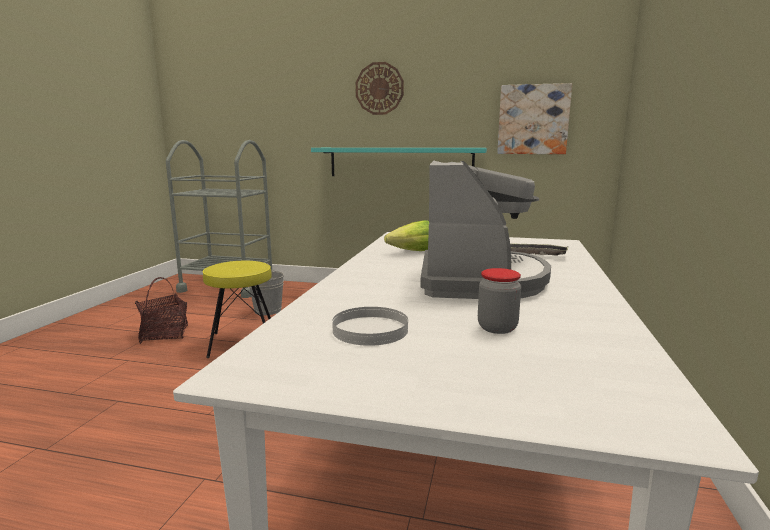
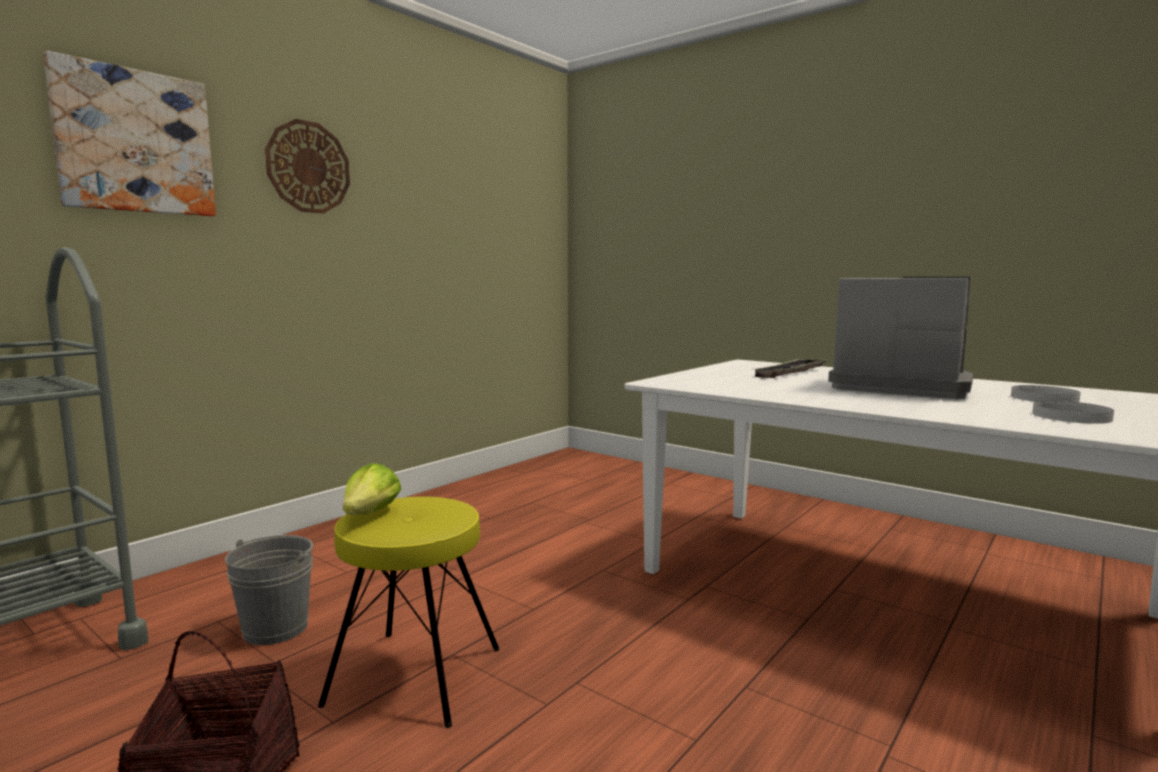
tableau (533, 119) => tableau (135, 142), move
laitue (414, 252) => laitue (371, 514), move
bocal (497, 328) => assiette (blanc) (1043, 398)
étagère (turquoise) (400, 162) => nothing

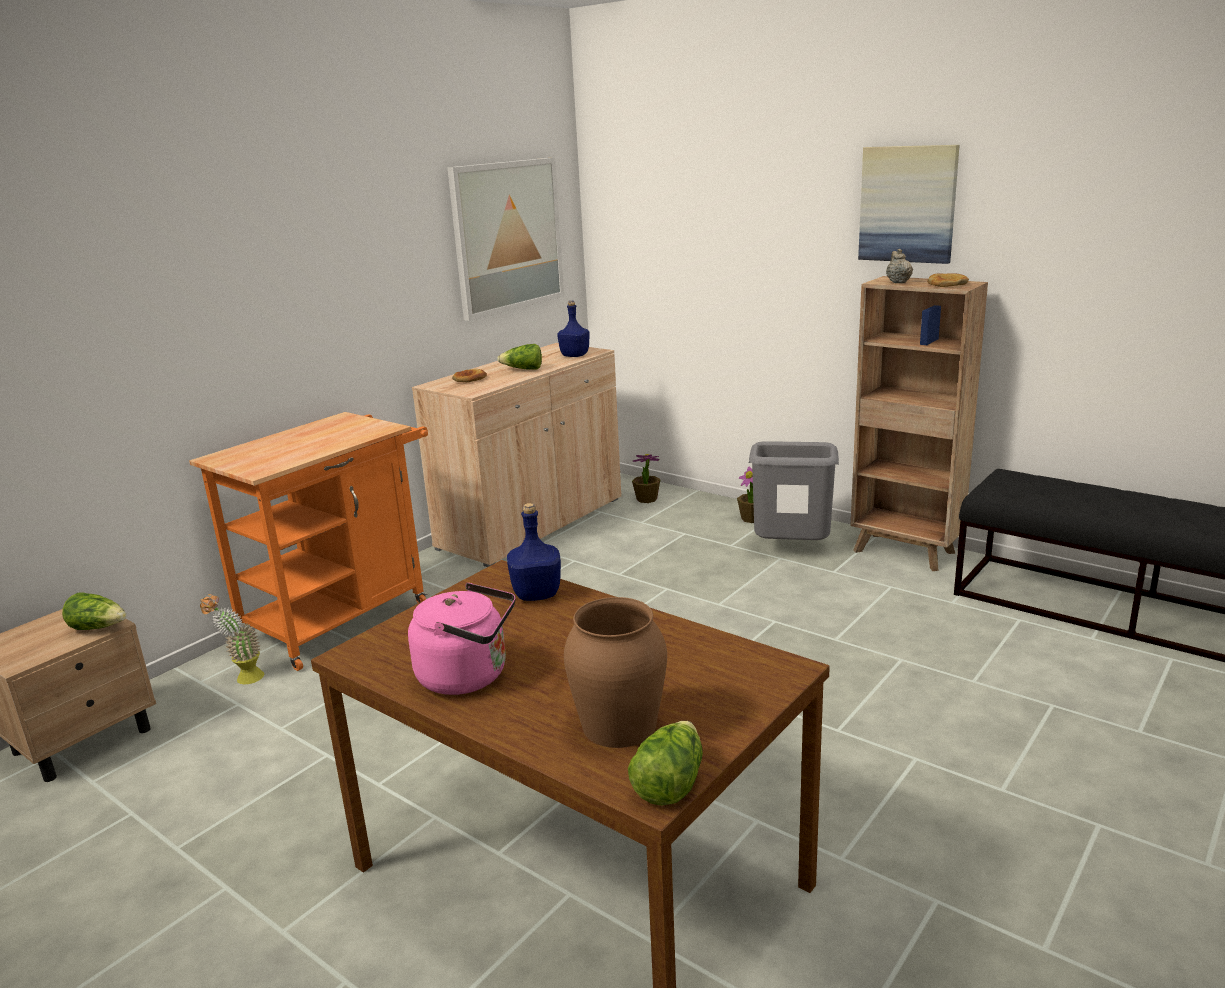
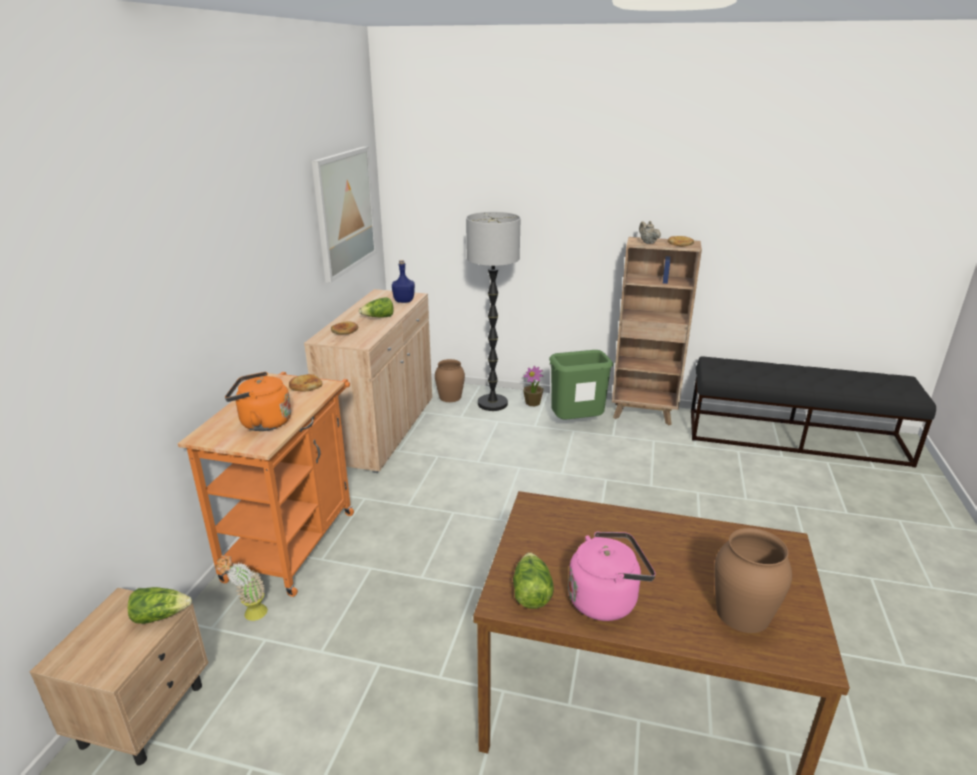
nothing => bouilloire (orange) (262, 423)
nothing => pain (305, 385)
plante en pot (646, 499) => vase (marron) (450, 397)
nothing => lampadaire (492, 403)
laitue (669, 782) => laitue (531, 592), move
poubelle (gris) (792, 551) => poubelle (vert) (576, 424)
bouteille (bleu) (537, 594) => nothing
tableau (908, 204) => nothing

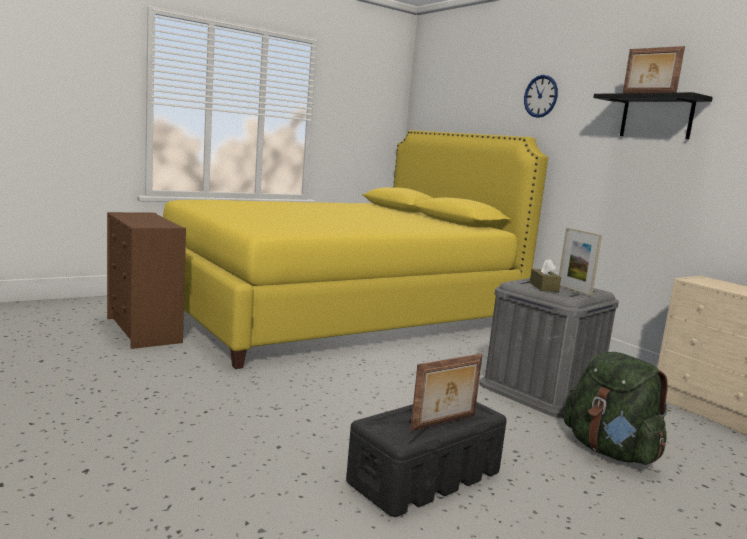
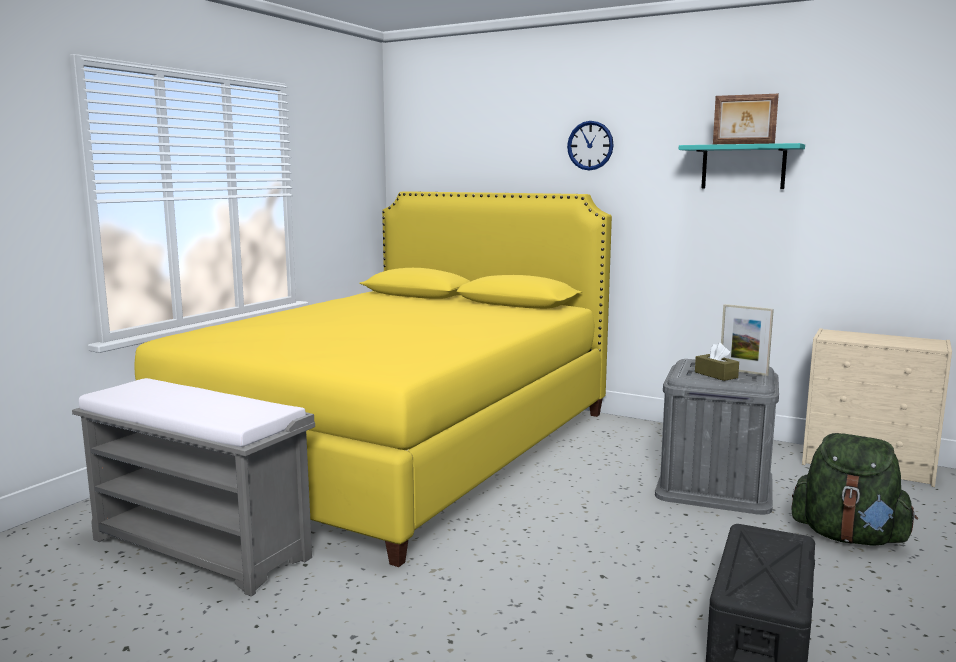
commode (marron) (144, 330) => banc (gris) (202, 548)
étagère (noir) (656, 117) => étagère (turquoise) (743, 167)
cadre photo (444, 423) => nothing

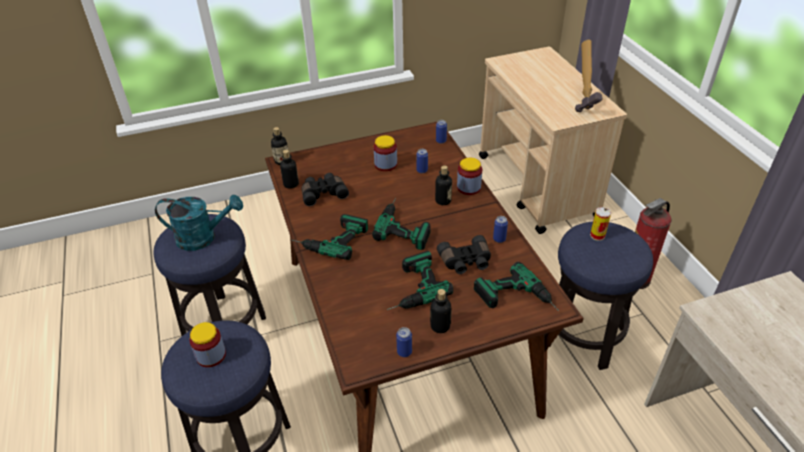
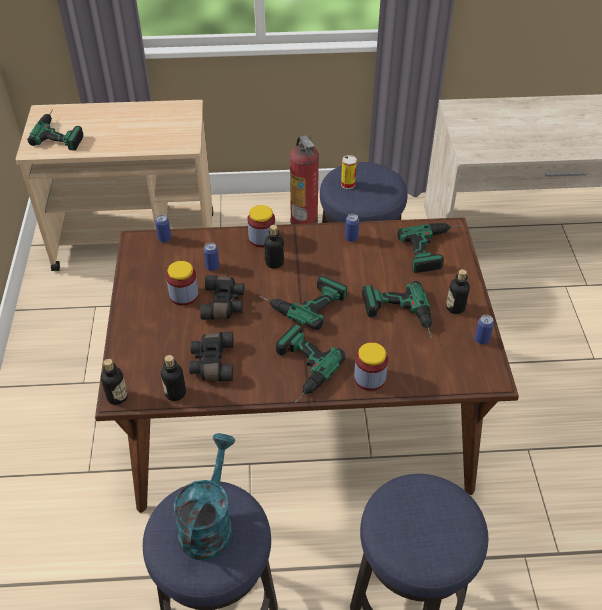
nothing => perceuse (61, 132)
jumelles (noir) (466, 262) => jumelles (noir) (224, 304), move
bocal (211, 355) => bocal (369, 378), move
marteau (585, 101) => nothing

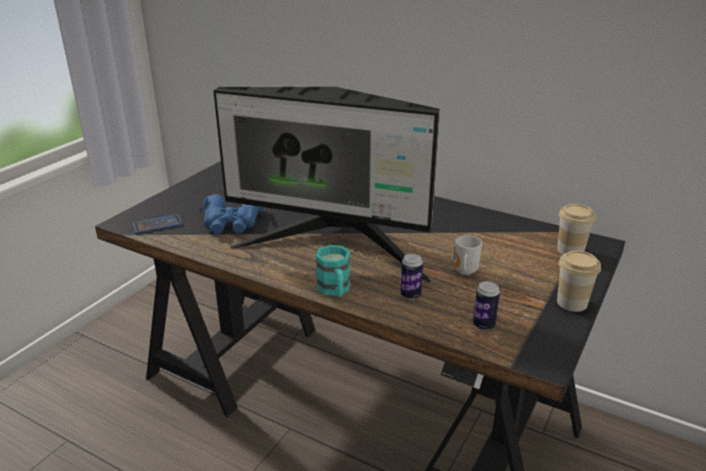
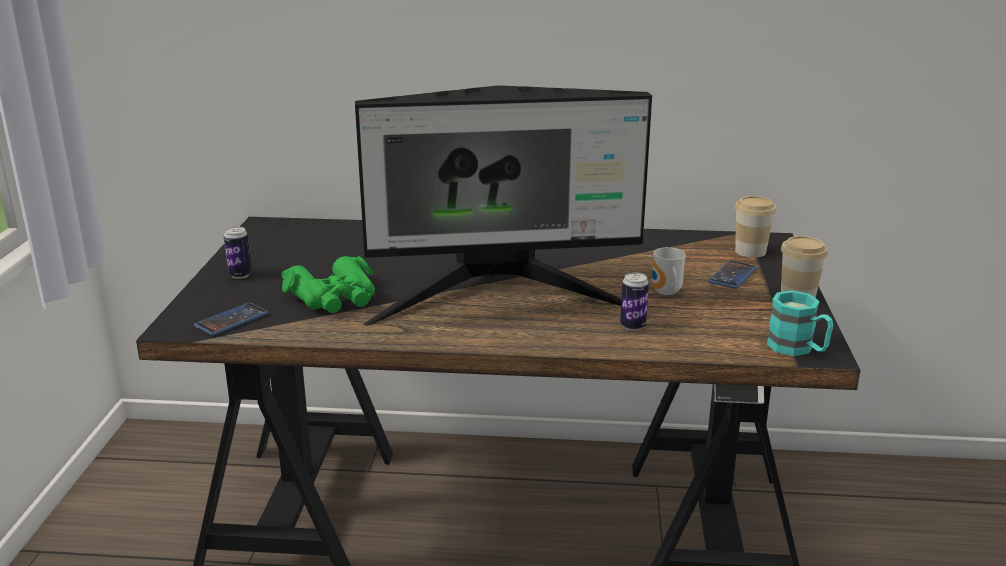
boîte métallique (484, 325) => boîte métallique (240, 275), move
jumelles (bleu) (232, 222) => jumelles (vert) (334, 298)
nothing => téléphone (732, 275)
mug (turquoise) (335, 290) => mug (turquoise) (798, 349), move

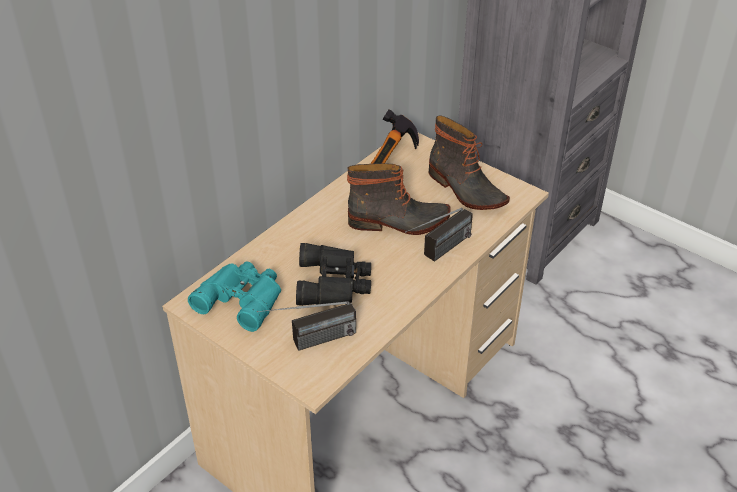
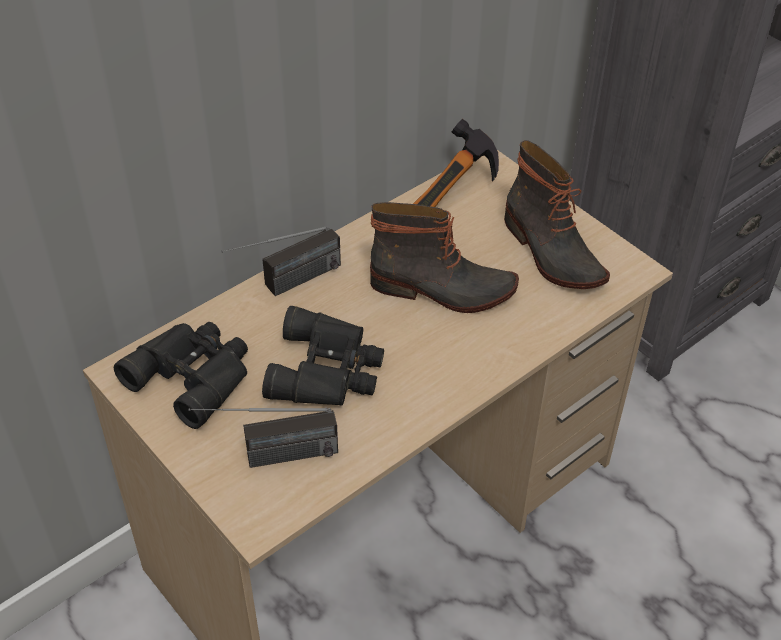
jumelles (turquoise) (242, 298) => jumelles (noir) (194, 374)
radio (438, 253) => radio (286, 285), move

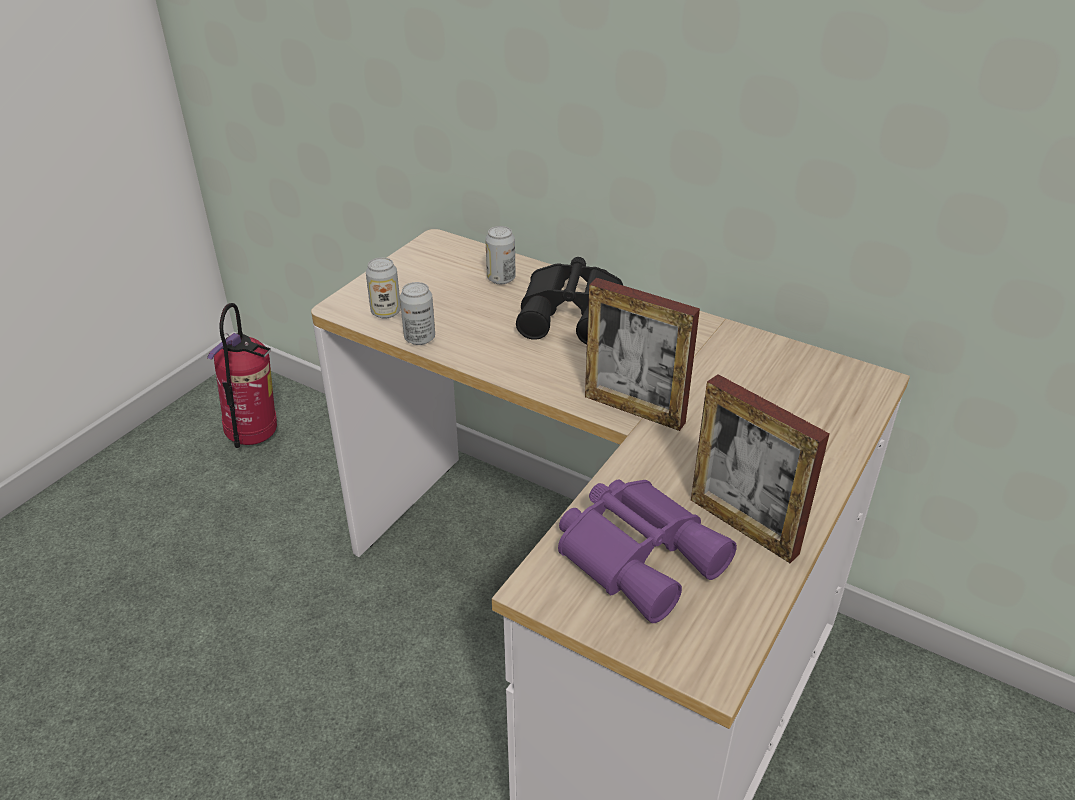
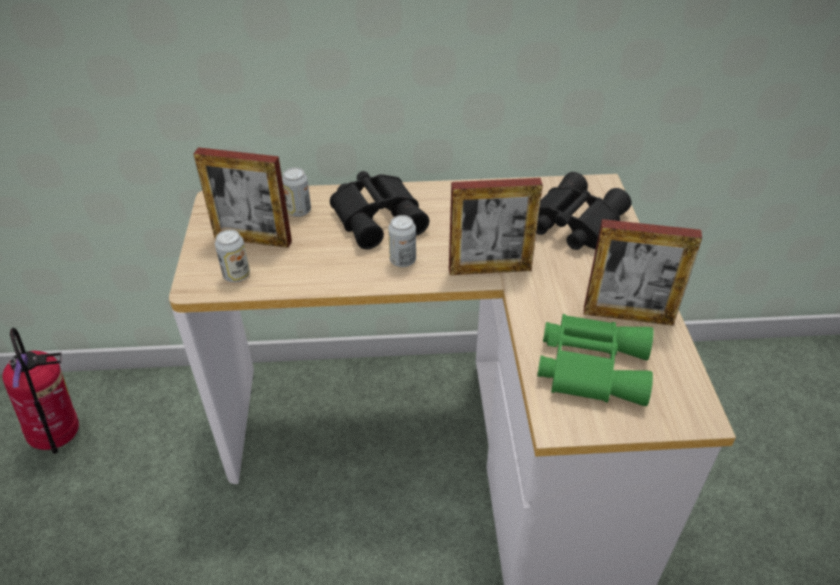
nothing => cadre photo (253, 239)
boîte métallique (419, 338) => boîte métallique (402, 260), move
nothing => jumelles (noir) (573, 222)
jumelles (violet) (640, 553) => jumelles (vert) (591, 365)

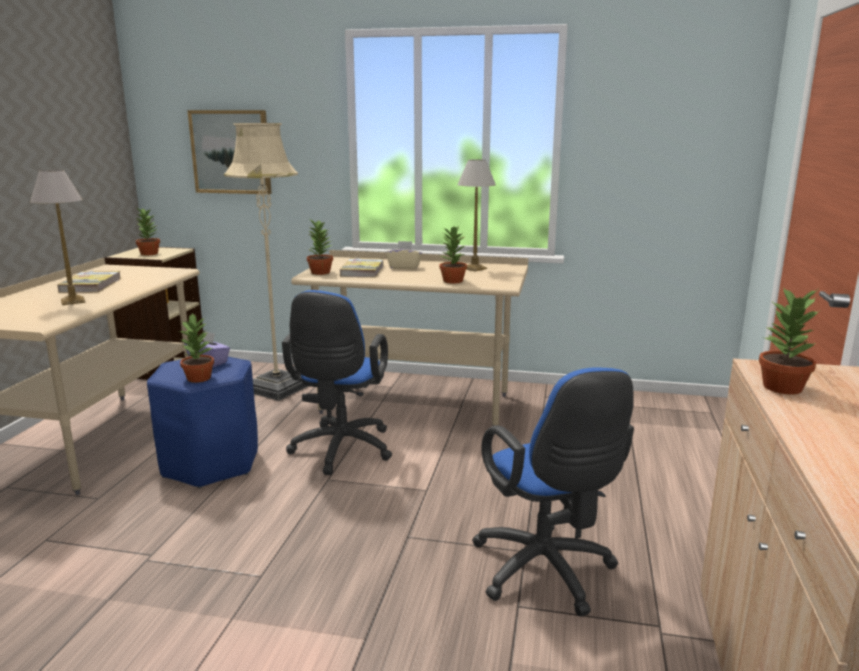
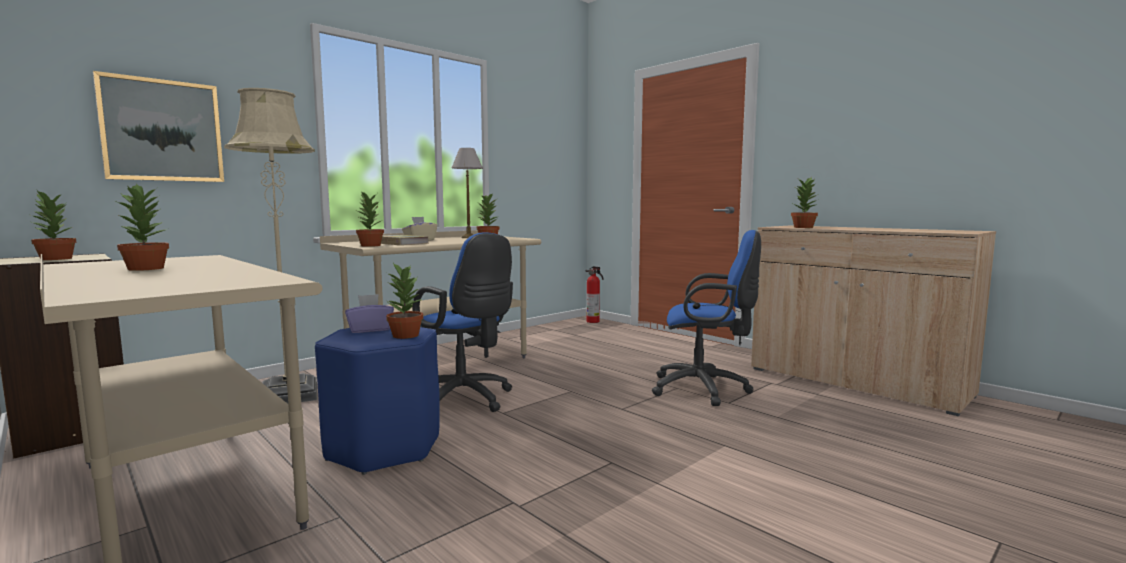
livre (91, 285) => plante en pot (147, 268)
nothing => extincteur (593, 321)
lampe de table (73, 301) => nothing

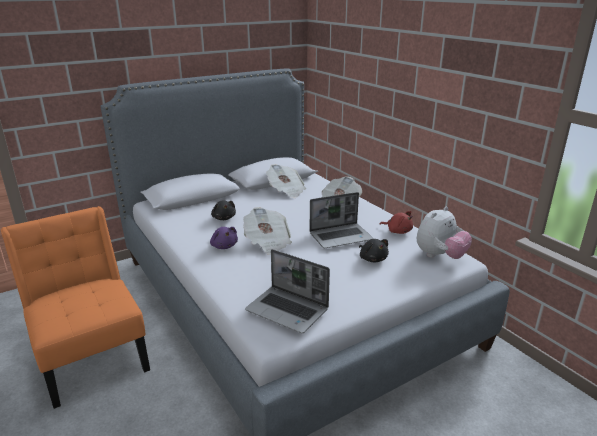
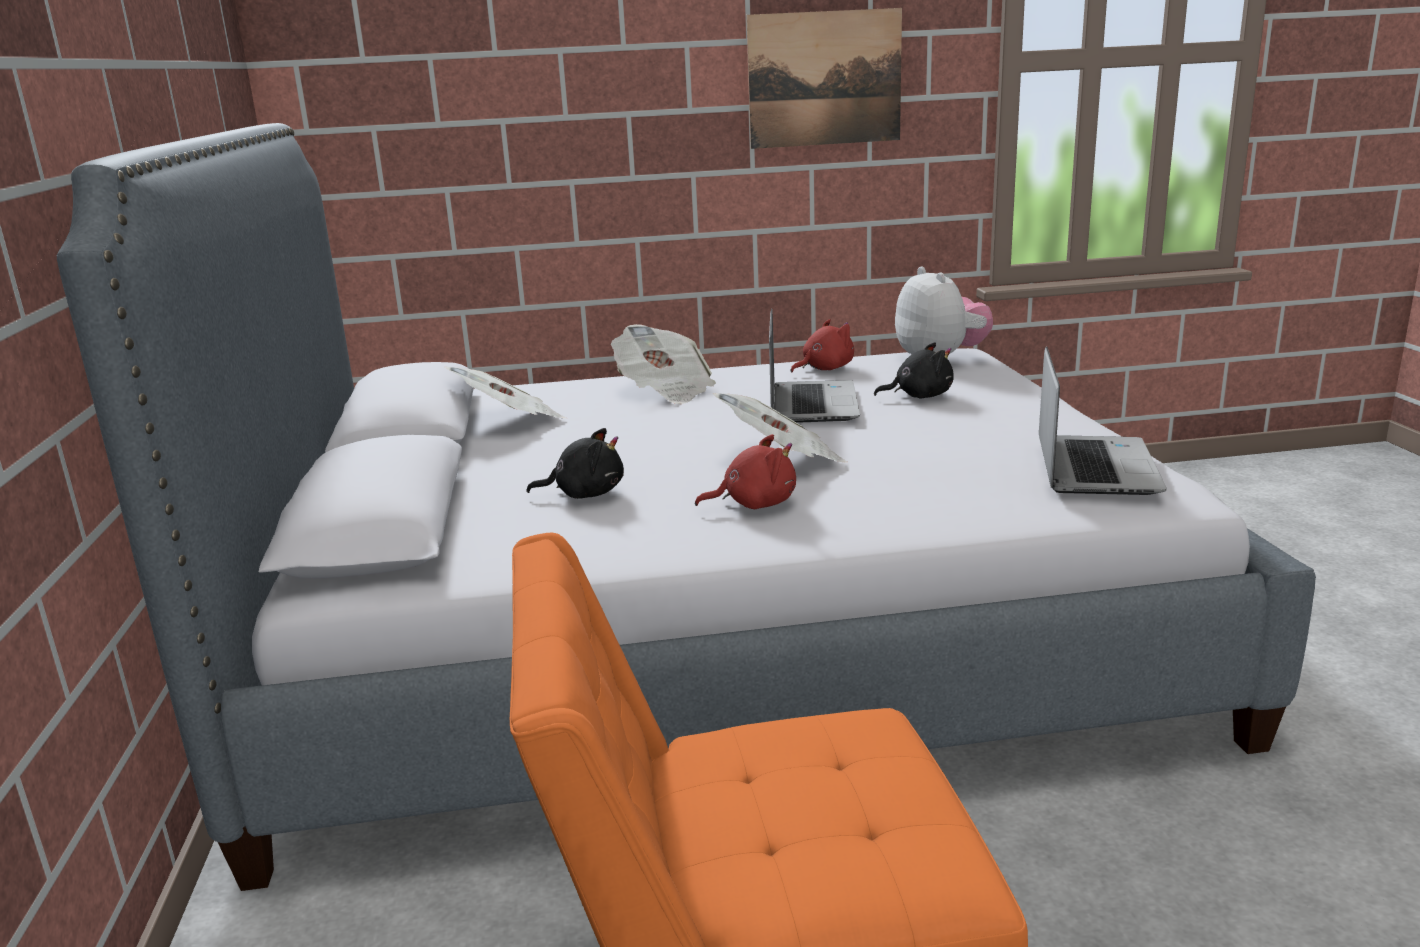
peluche (violet) (224, 246) => peluche (rouge) (754, 504)
nothing => tableau (824, 79)
ordinateur portable (288, 310) => ordinateur portable (1093, 467), 45 degrees counterclockwise

